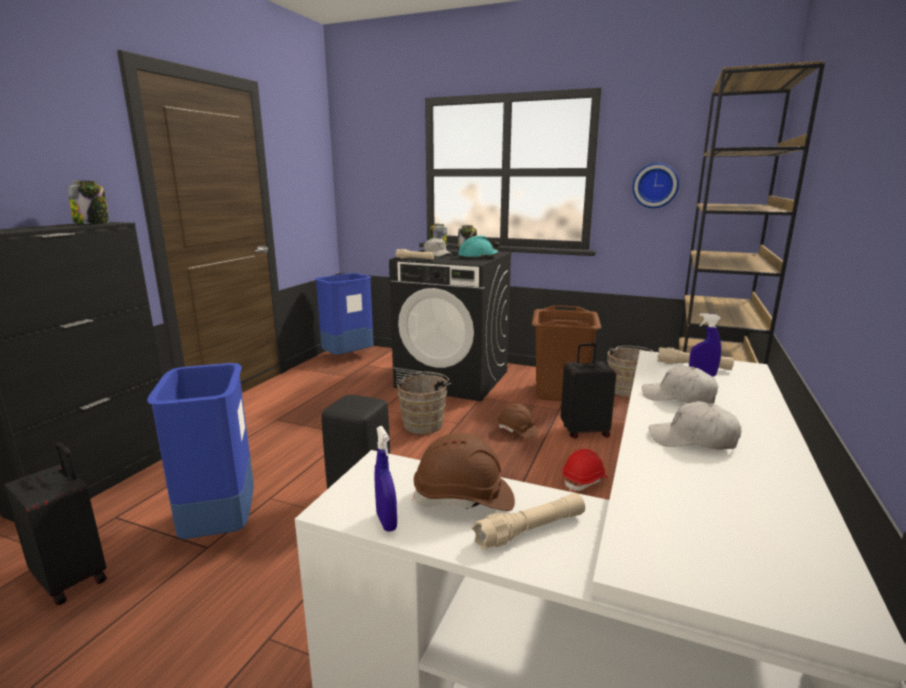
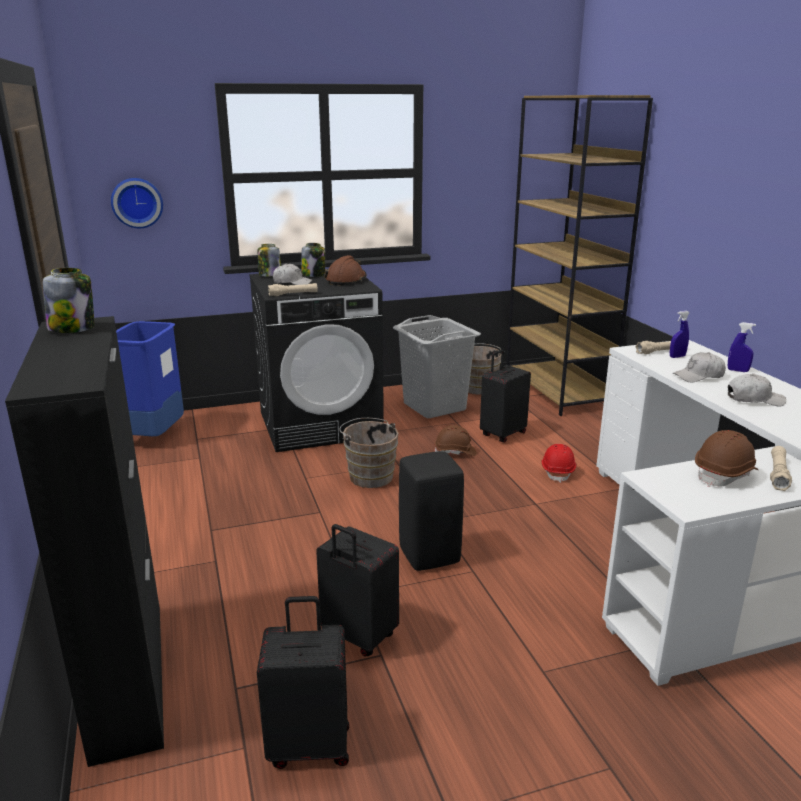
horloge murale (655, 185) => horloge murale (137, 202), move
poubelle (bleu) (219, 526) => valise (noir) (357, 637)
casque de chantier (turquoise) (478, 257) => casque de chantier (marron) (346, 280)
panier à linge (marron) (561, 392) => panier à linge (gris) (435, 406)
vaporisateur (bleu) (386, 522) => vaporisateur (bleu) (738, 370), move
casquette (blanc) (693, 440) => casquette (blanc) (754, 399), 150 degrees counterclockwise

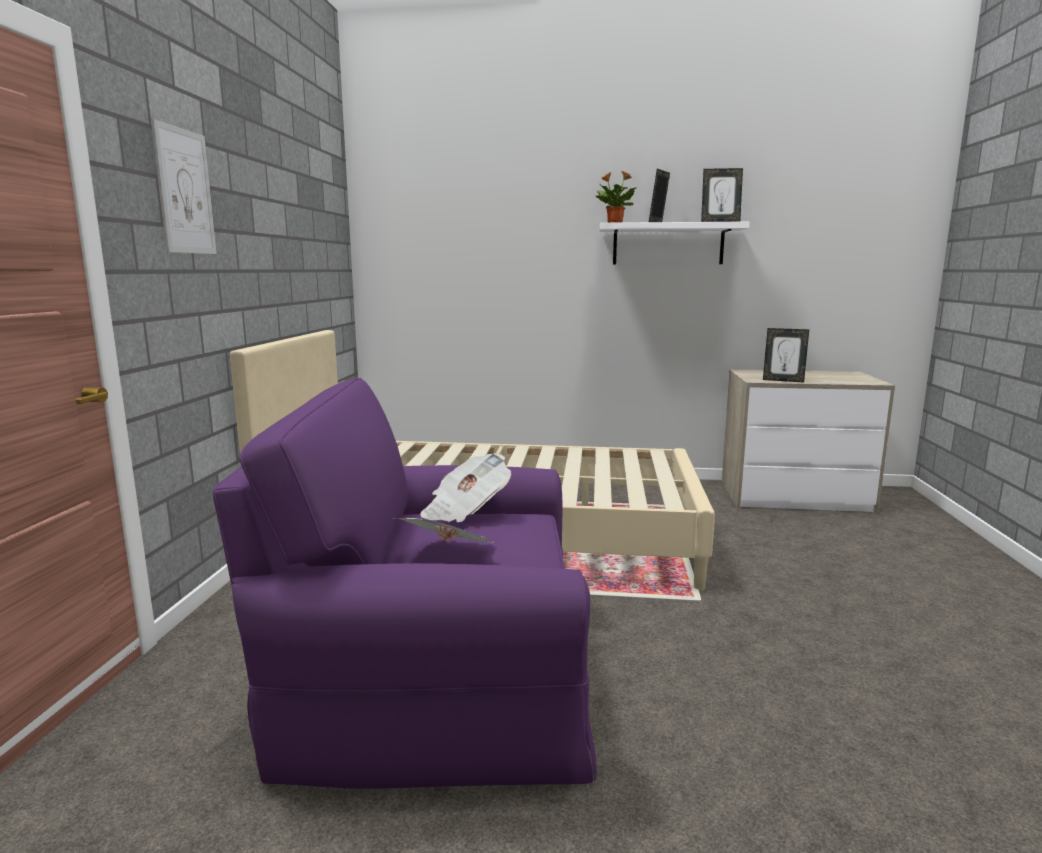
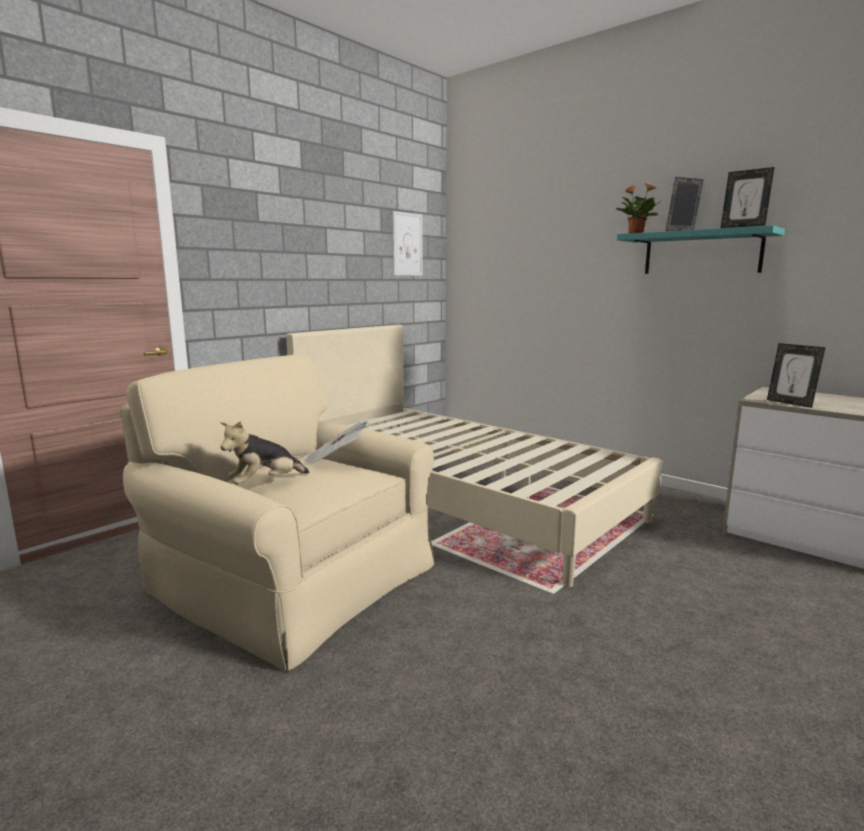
fauteuil (violet) (436, 681) => fauteuil (beige) (293, 578)
journal (450, 557) => peluche (265, 483)
tableau (185, 191) => tableau (407, 244), move
étagère (blanc) (668, 244) => étagère (turquoise) (701, 253)

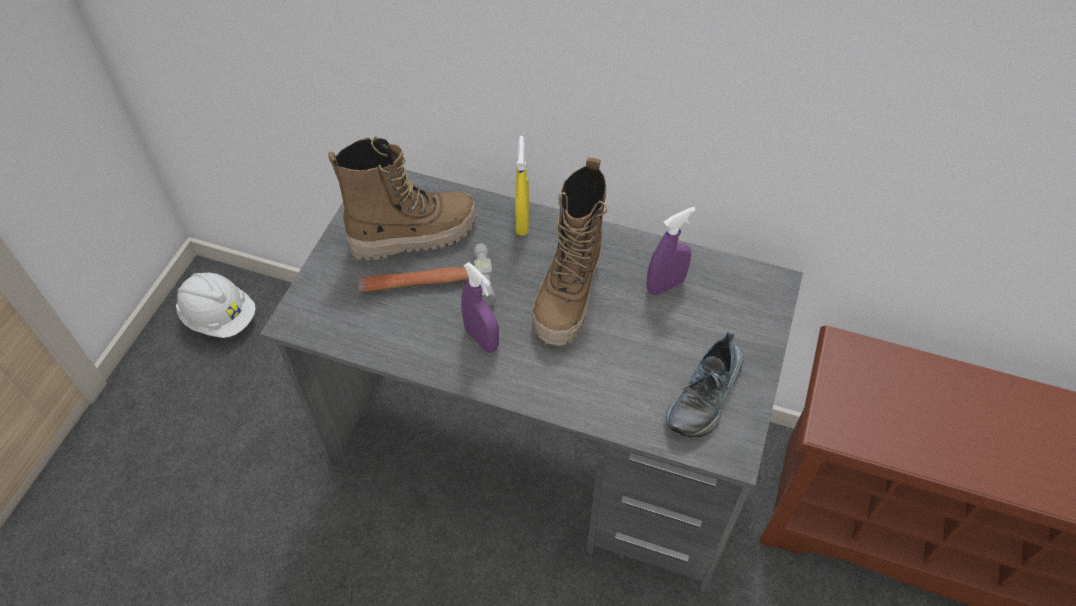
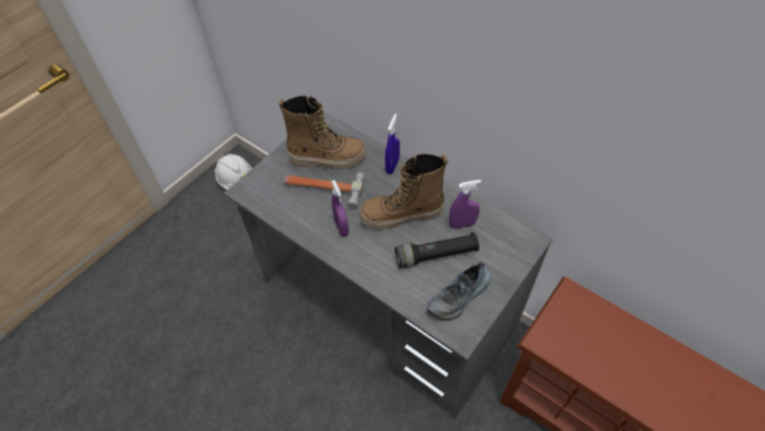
botte (568, 296) => botte (401, 216), 45 degrees clockwise
vaporisateur (jaune) (522, 222) => vaporisateur (bleu) (392, 166)
nothing => lampe de poche (noir) (436, 255)

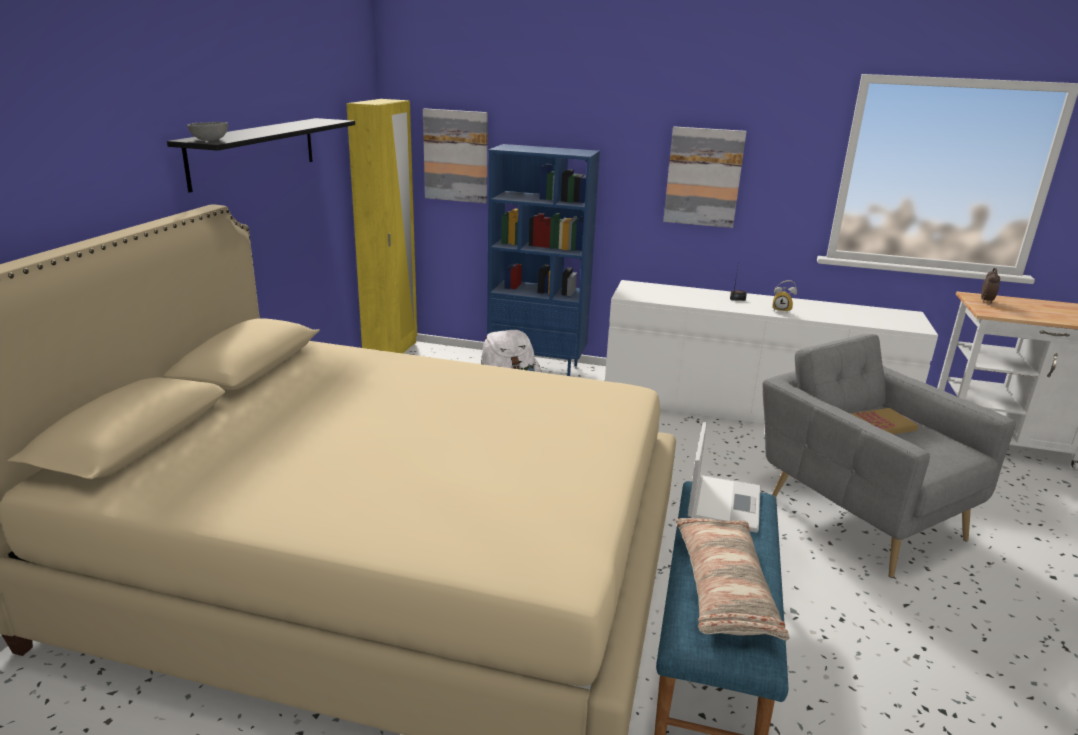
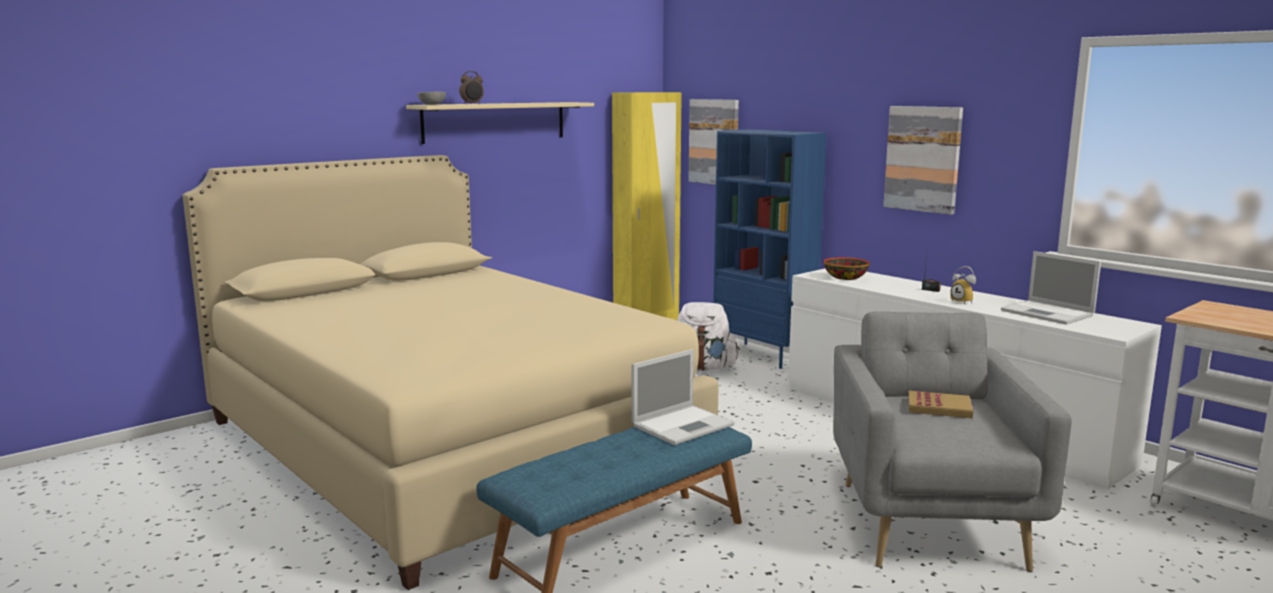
étagère (noir) (254, 151) => étagère (beige) (495, 121)
réveil (986, 301) => réveil (472, 104), move
nothing => bol (845, 277)
nothing => ordinateur portable (1048, 313)
coussin (723, 588) => nothing

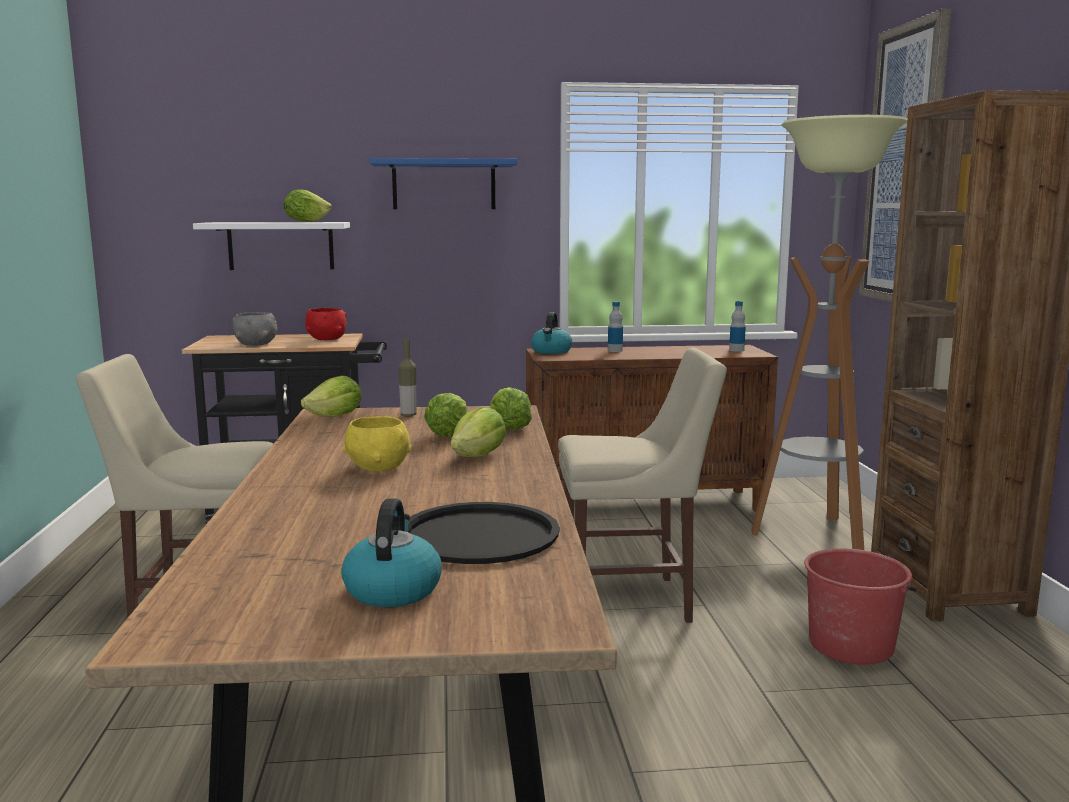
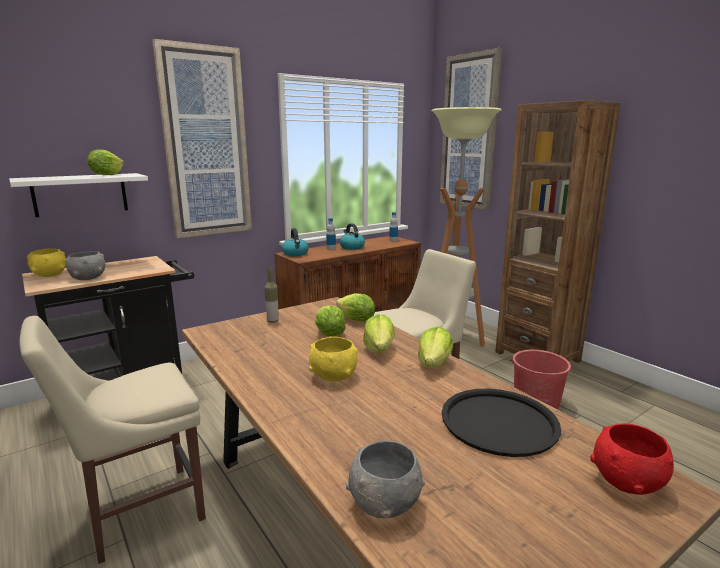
nothing => bol (jaune) (50, 275)
étagère (bleu) (444, 185) => tableau (205, 144)
bouilloire (392, 589) => bouilloire (351, 247), move
nothing => bol (gris) (383, 504)
laitue (336, 416) => laitue (434, 364), move
bol (rouge) (326, 339) => bol (rouge) (626, 482), move

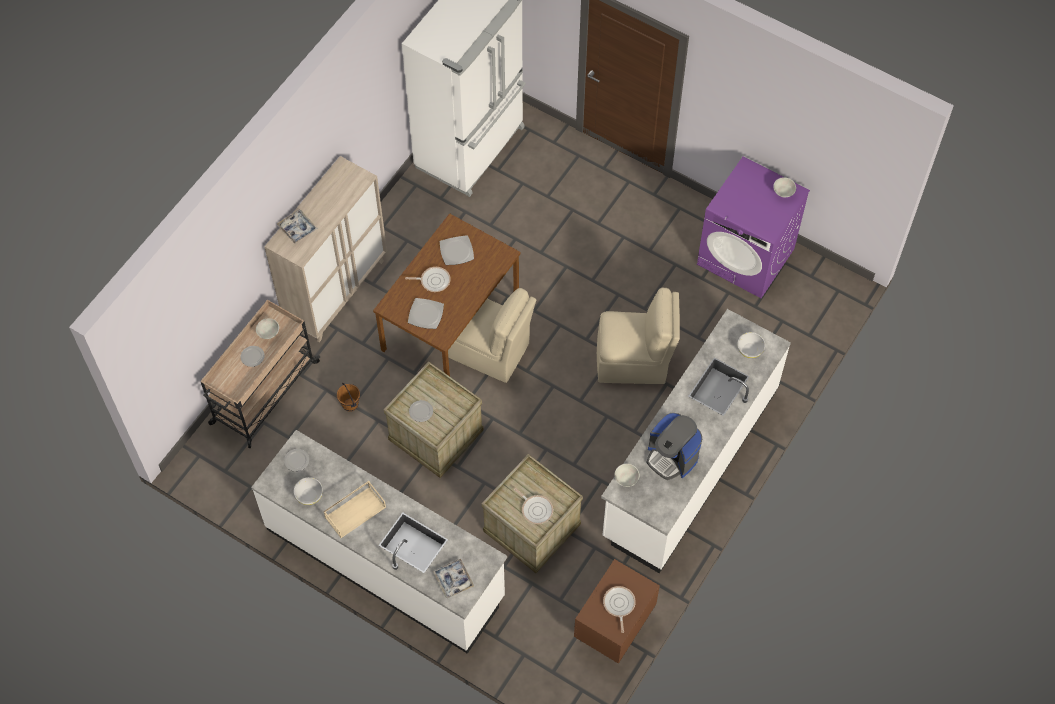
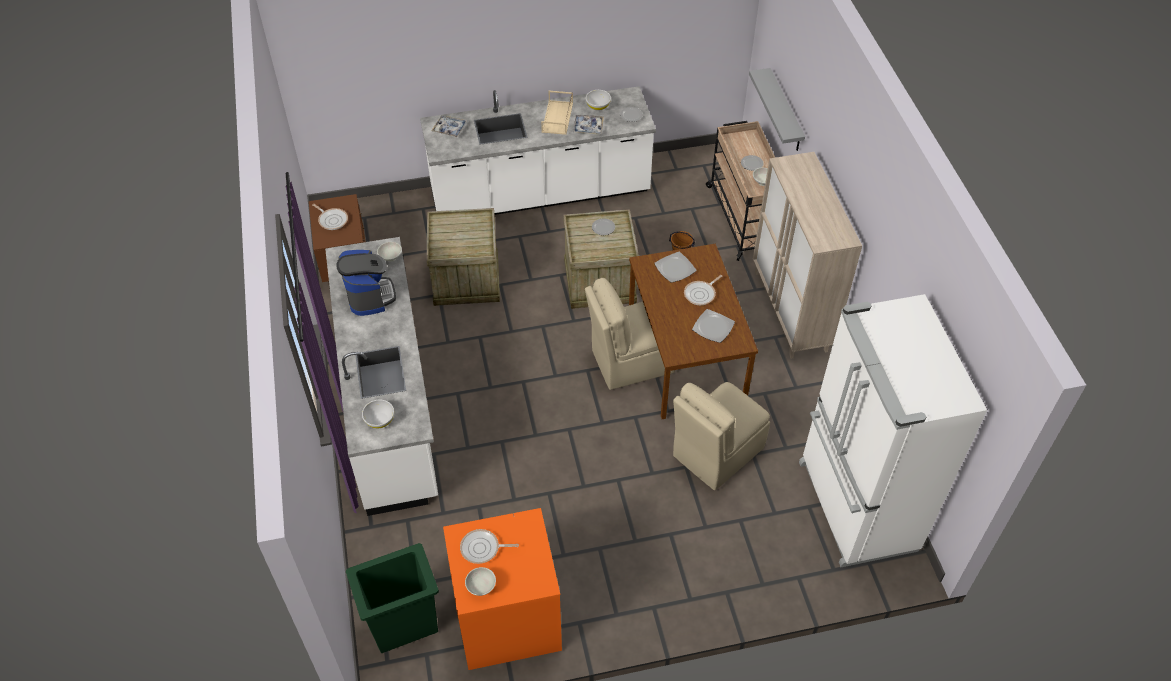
machine à café (672, 457) => machine à café (369, 296), 75 degrees clockwise
nothing => poubelle (vert) (404, 624)
lave-linge (violet) (746, 256) => lave-linge (orange) (506, 619)
poêle (536, 509) => poêle (482, 548), move
plateau (297, 228) => plateau (588, 127), move
chaise (beige) (634, 361) => chaise (beige) (716, 453), move
nothing => étagère (gris) (785, 111)

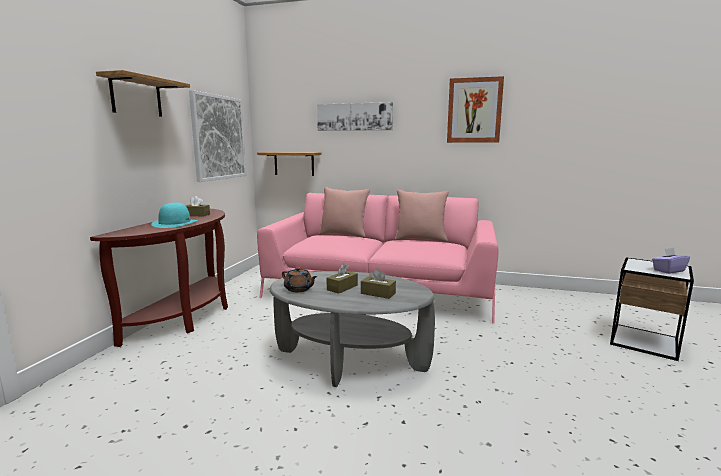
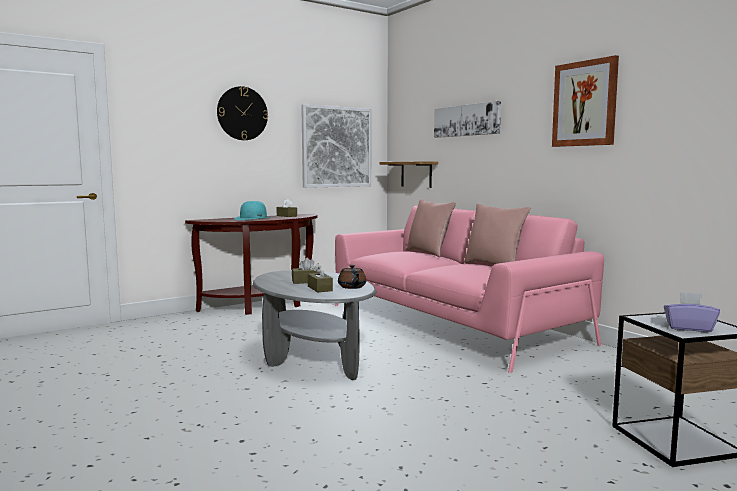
étagère (136, 97) => horloge murale (242, 113)
théière (marron) (299, 289) => théière (marron) (352, 287), move

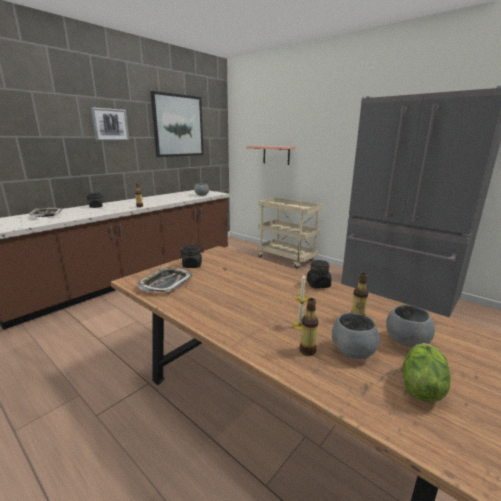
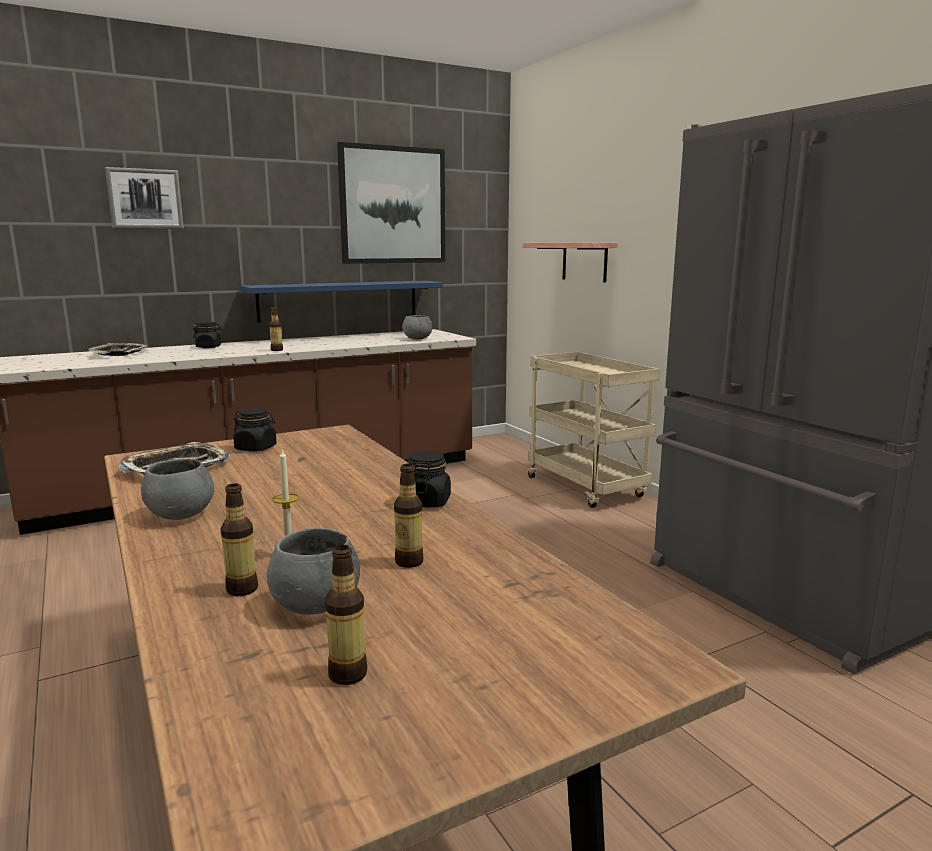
tableau (110, 124) => tableau (145, 199), move
bol (gris) (406, 341) => bol (gris) (181, 515), move
nothing => étagère (bleu) (339, 300)
laitue (420, 386) => bouteille (347, 674)

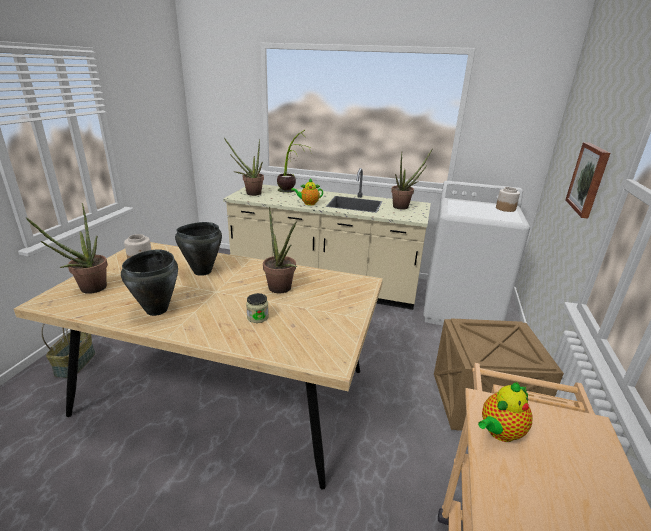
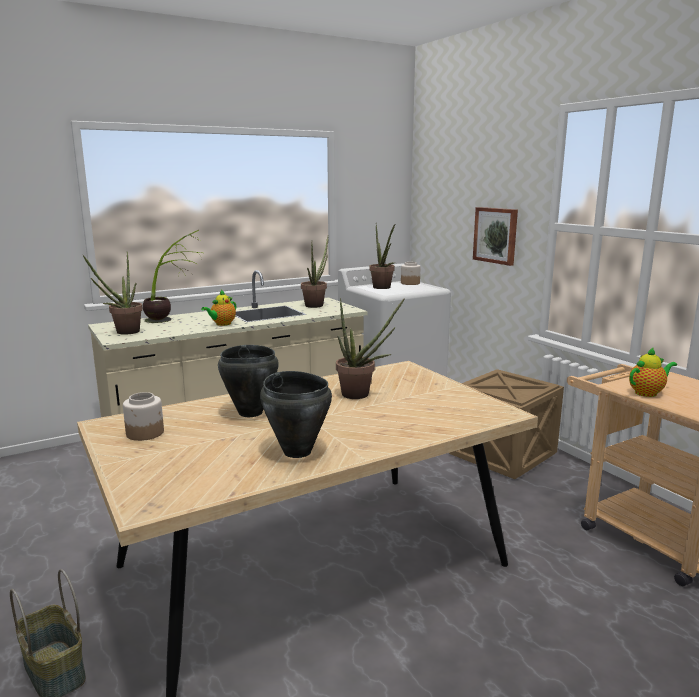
plante en pot (88, 290) => plante en pot (383, 288), move
théière (499, 432) => théière (647, 393), 120 degrees counterclockwise
bocal (257, 317) => nothing

